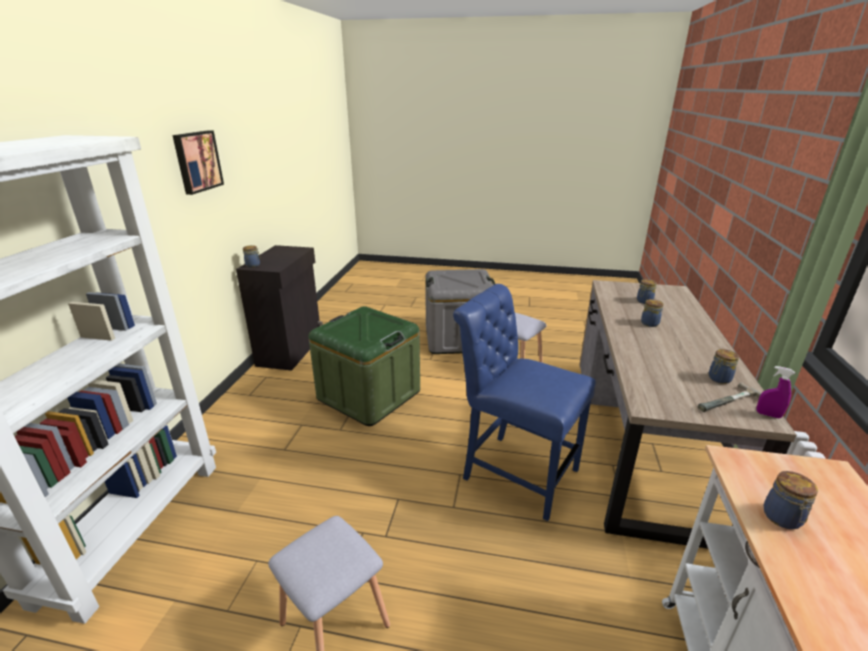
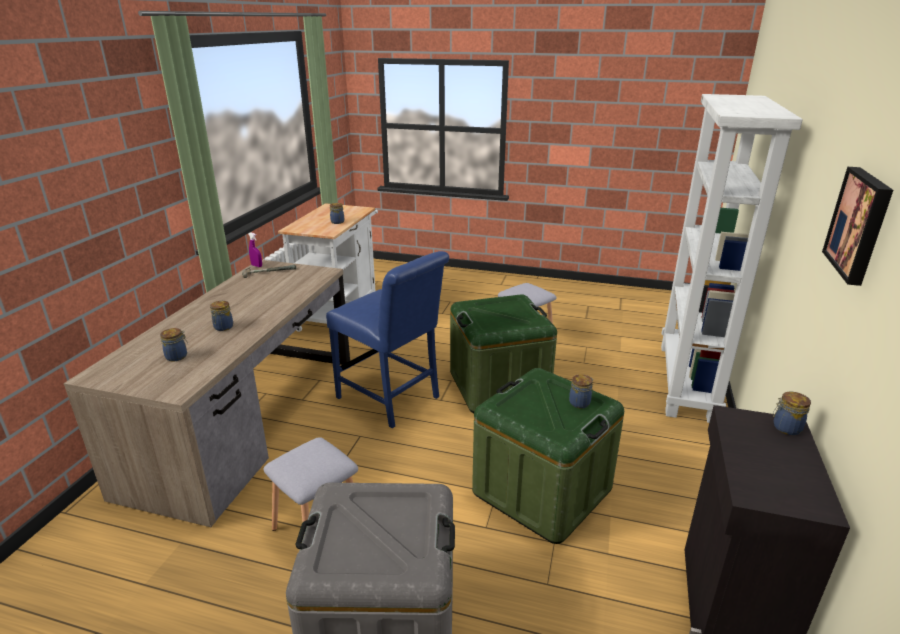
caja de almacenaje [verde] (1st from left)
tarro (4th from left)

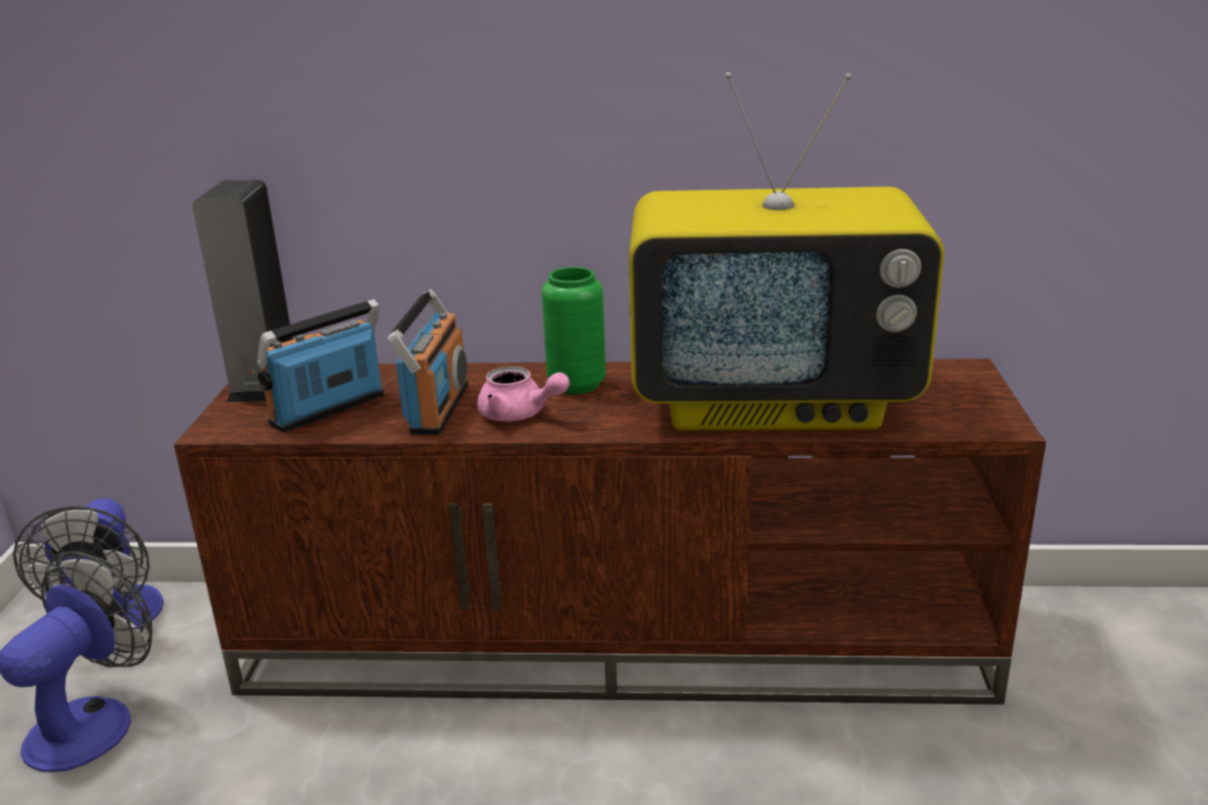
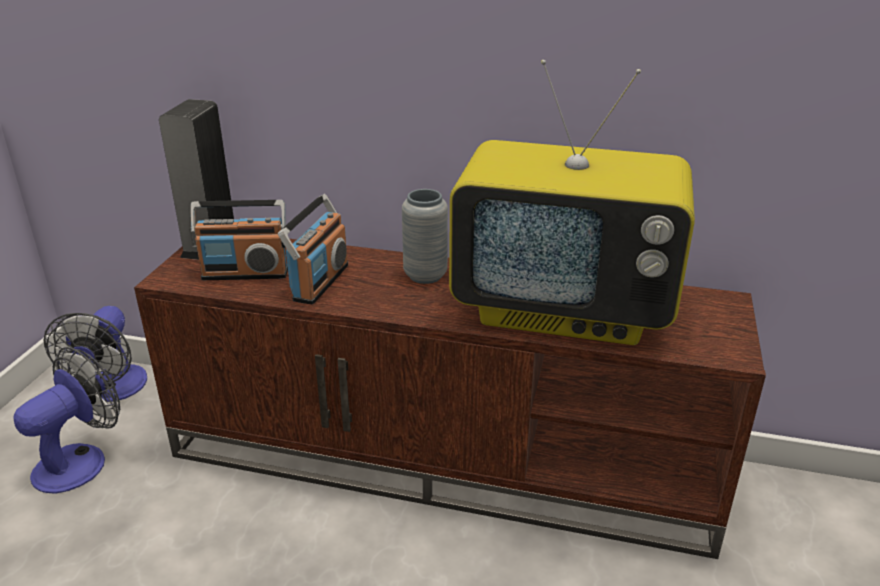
tetera [rosa]
florero [gris]
radio (1st from left)

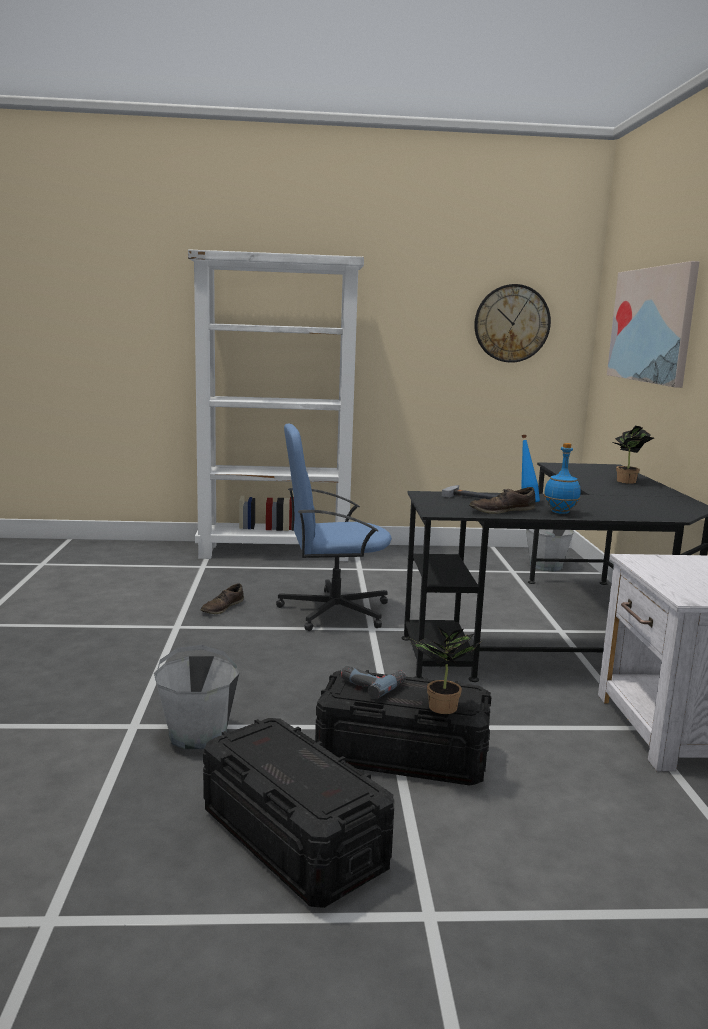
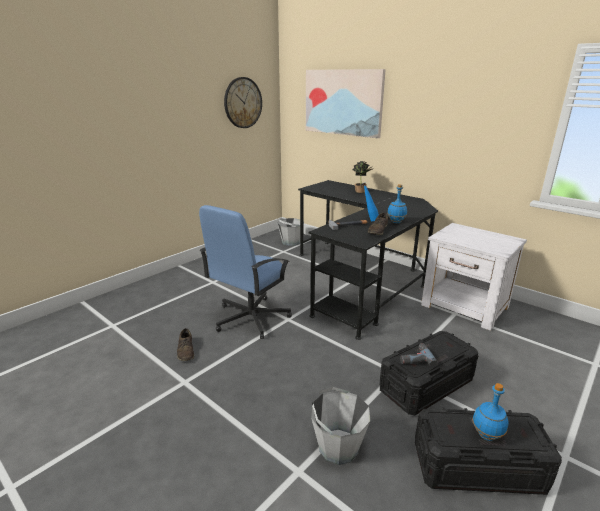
estantería [blanco]
planta en maceta (1st from left in the first image)
botella [azul] (3rd from left)

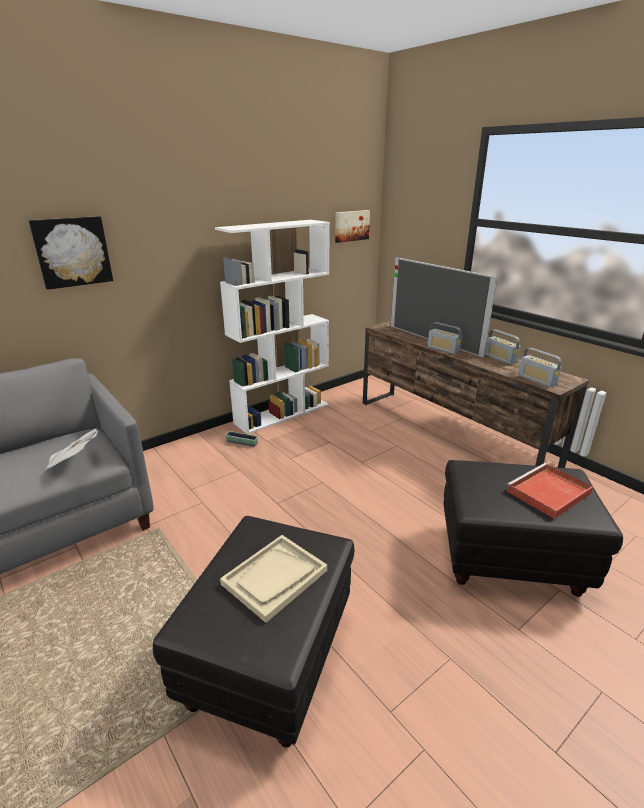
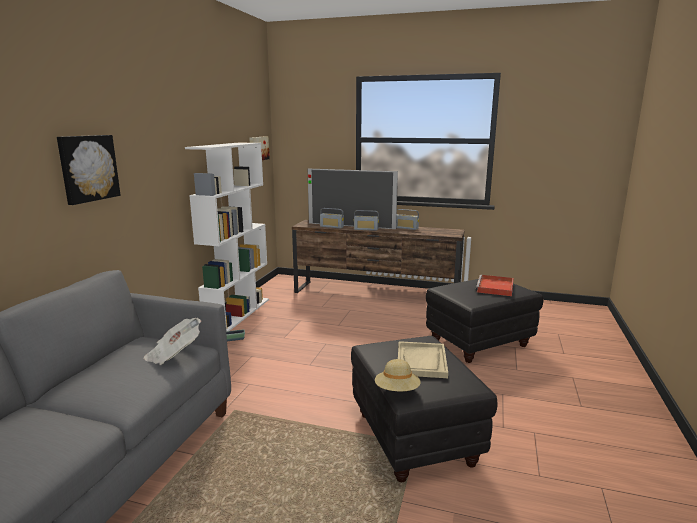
sombrero [beis]
radio (1st from left)

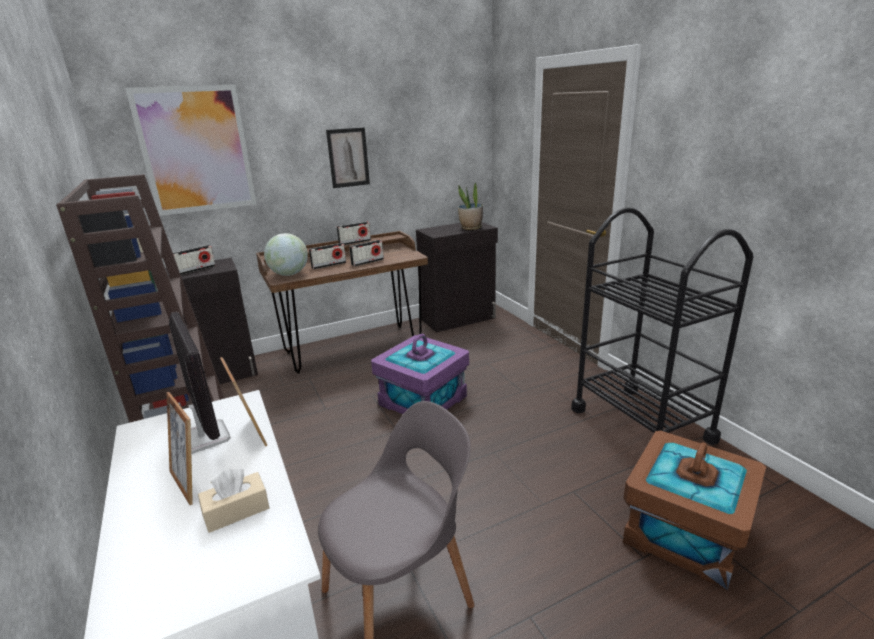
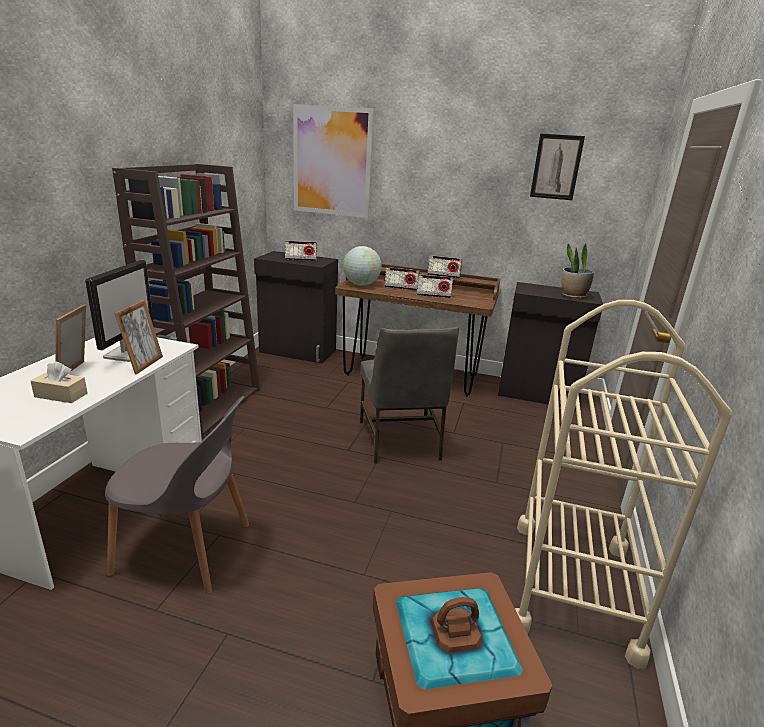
cuadro (2nd from left)
silla [gris] (2nd from left)
carrito [beis]

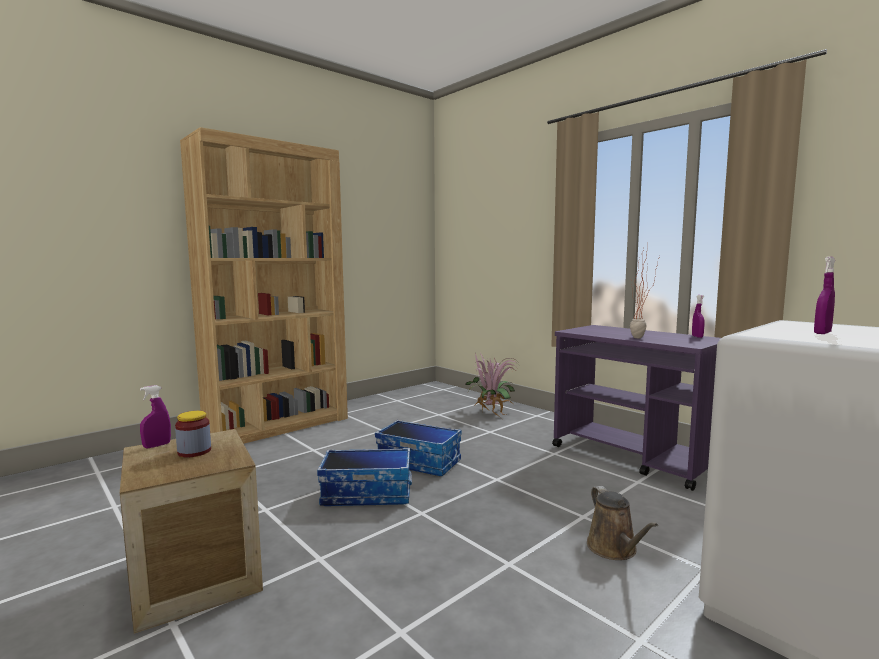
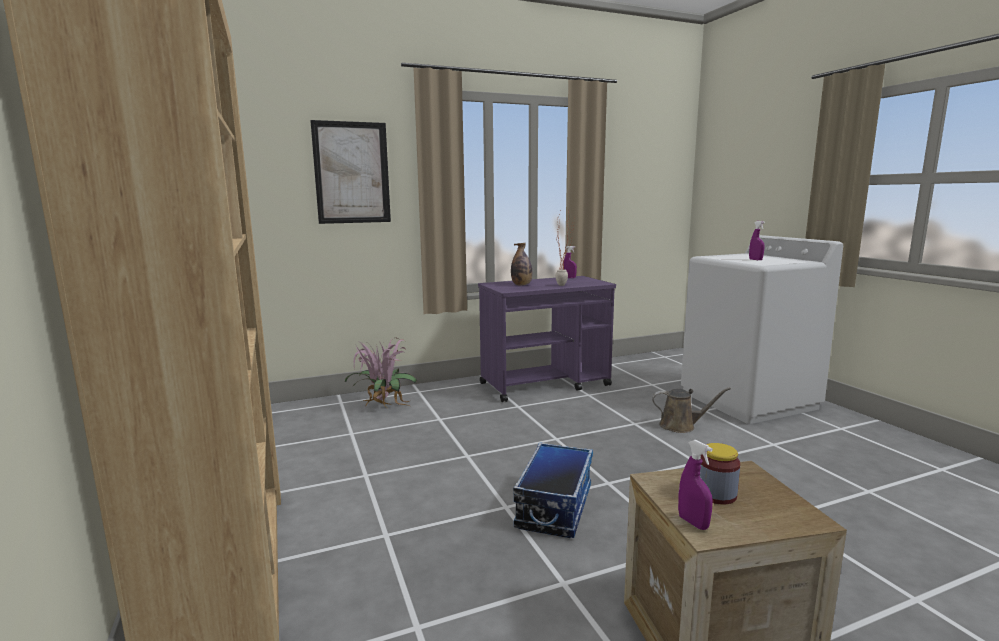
caja de almacenaje (2nd from left in the first image)
cuadro
botella

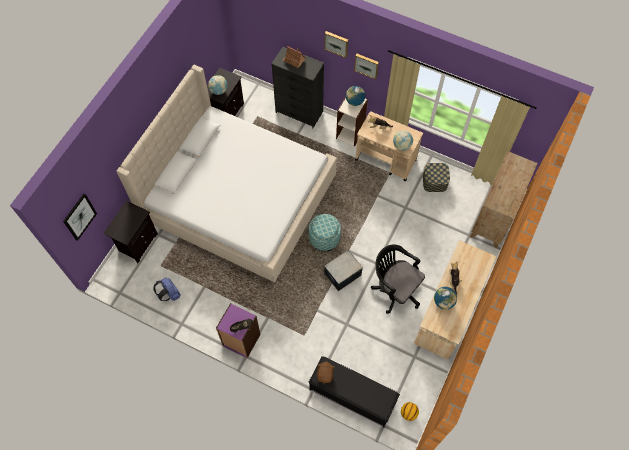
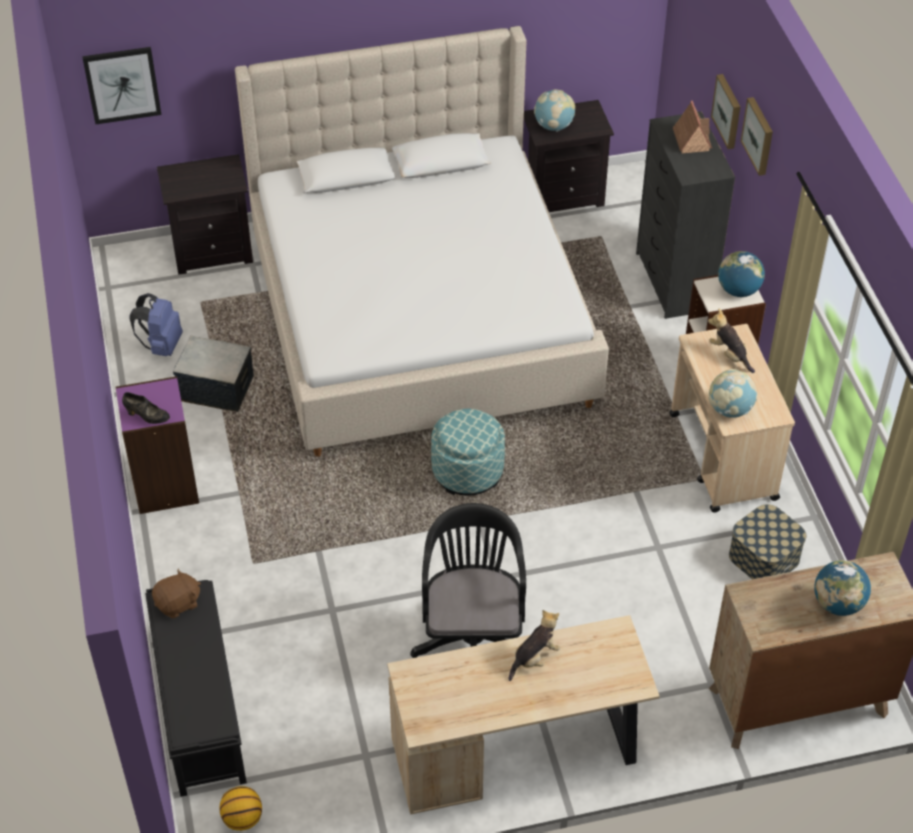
caja de almacenaje (1st from left)
cuadro (2nd from left)
globo terráqueo (4th from left)

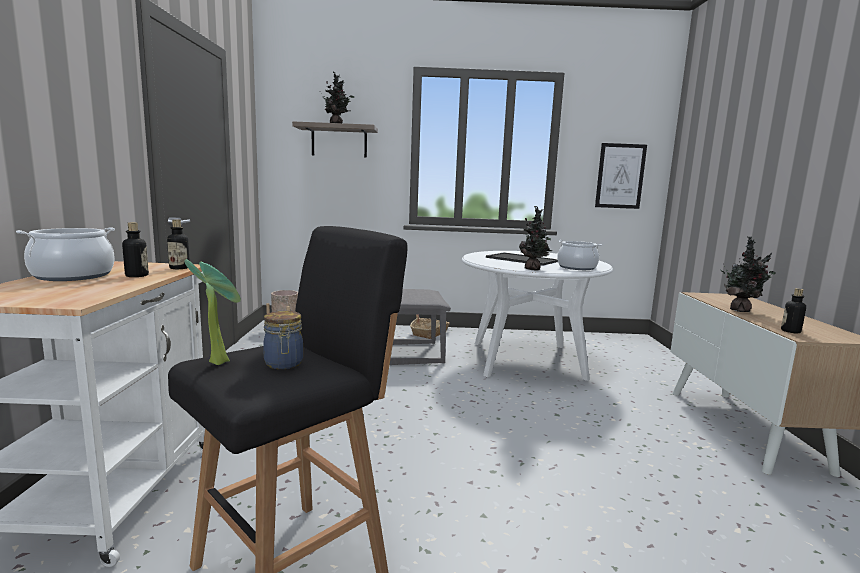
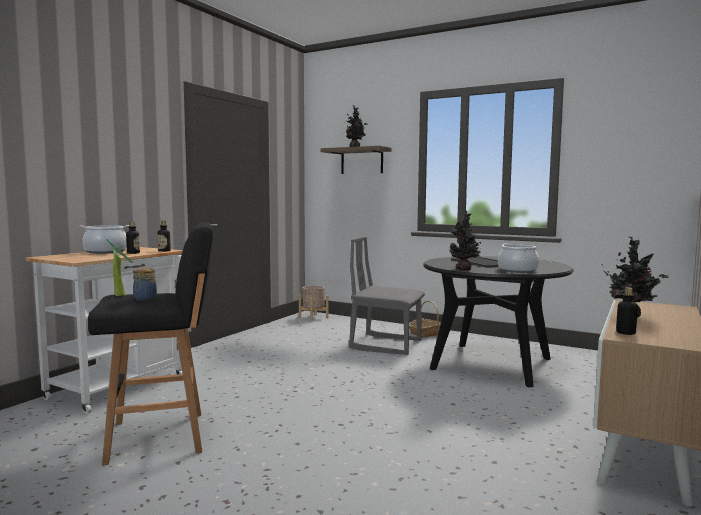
cuadro
mesa de comedor [negro]

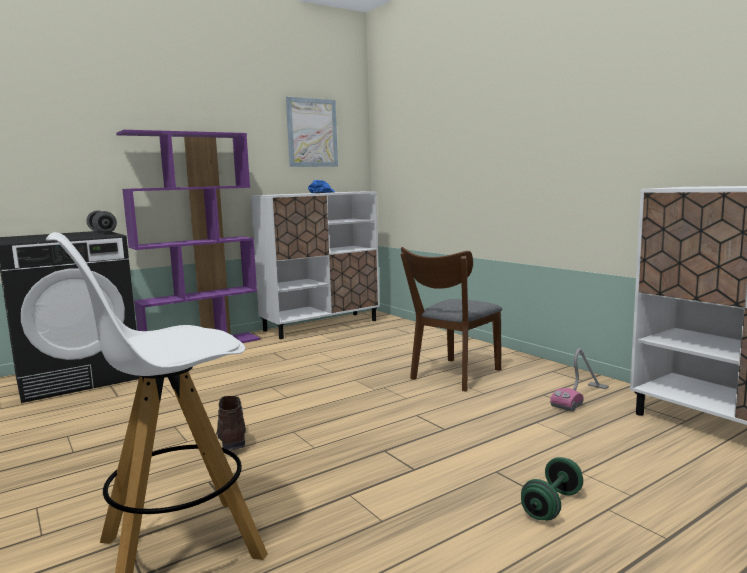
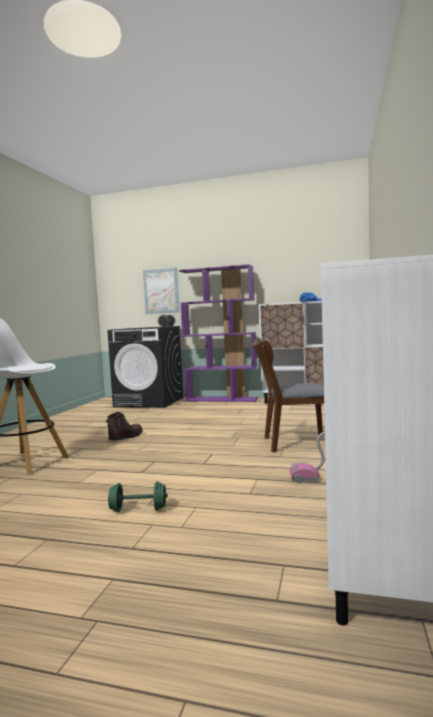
cuadro

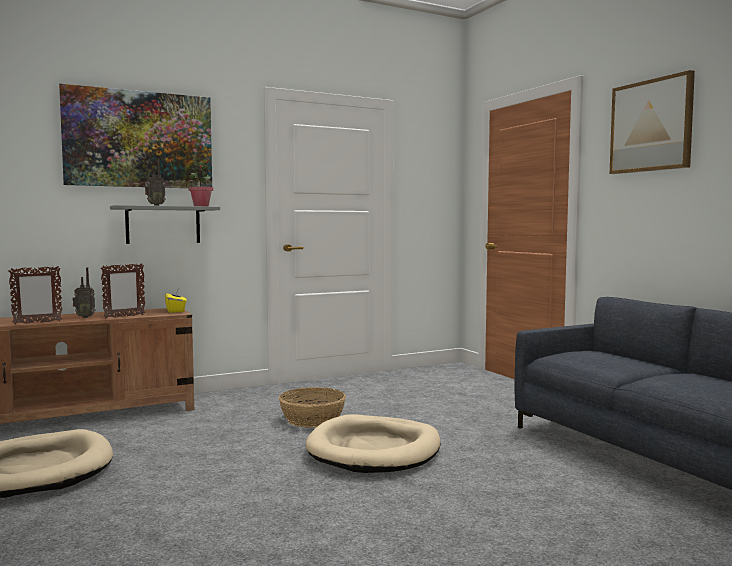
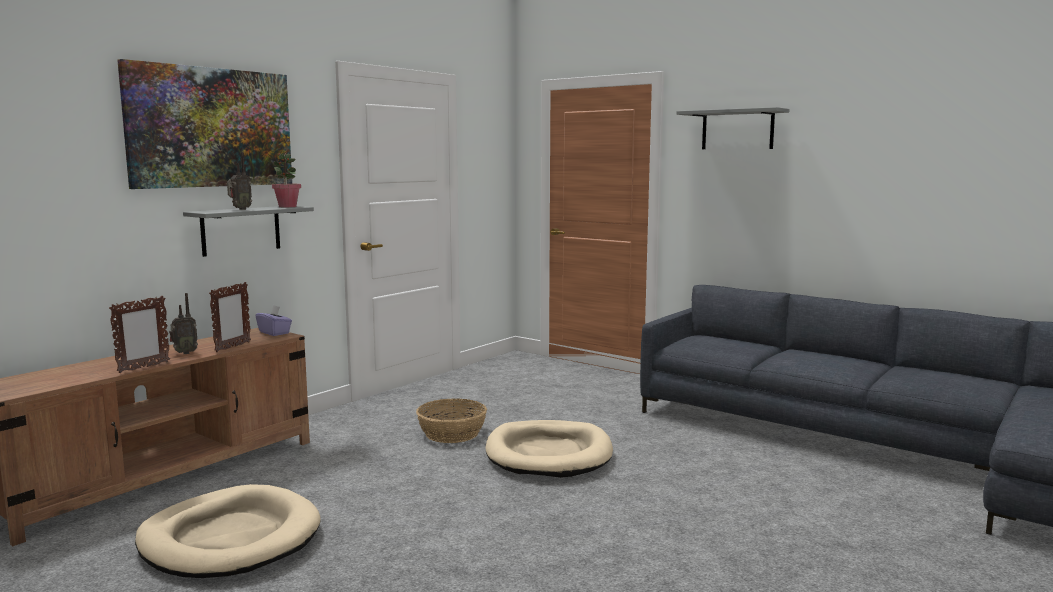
estante [gris] (2nd from left)
caja de pañuelos [morado]

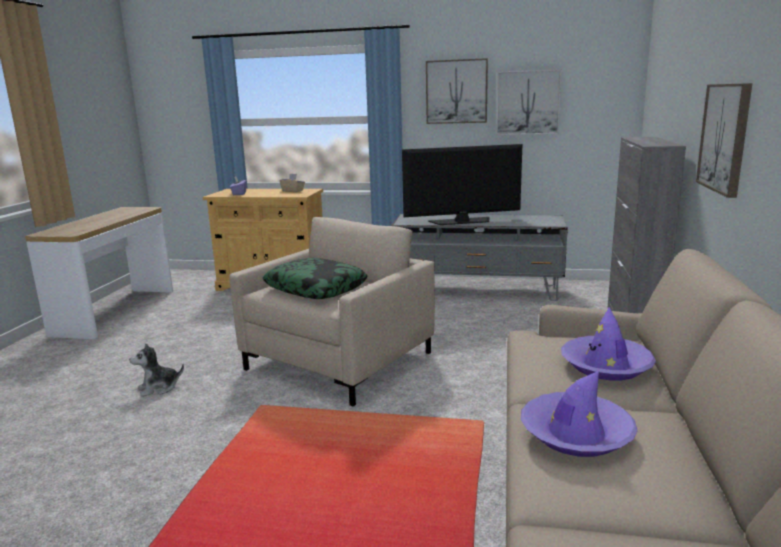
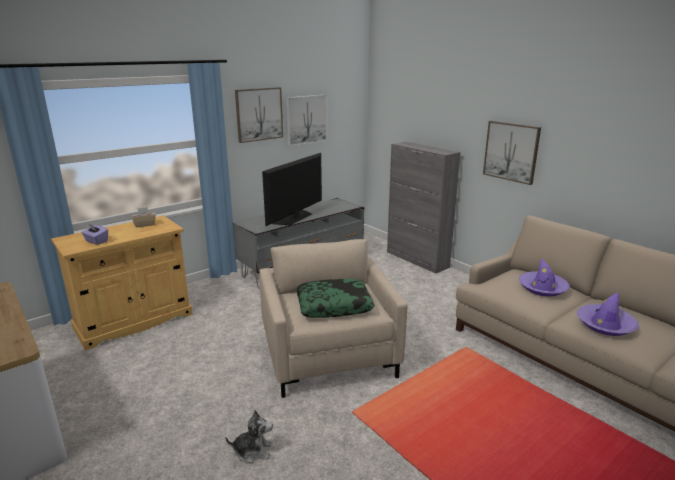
peluche

